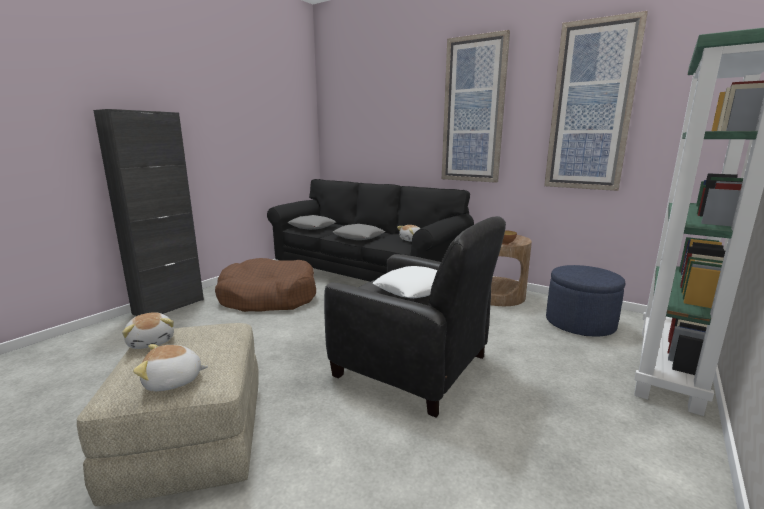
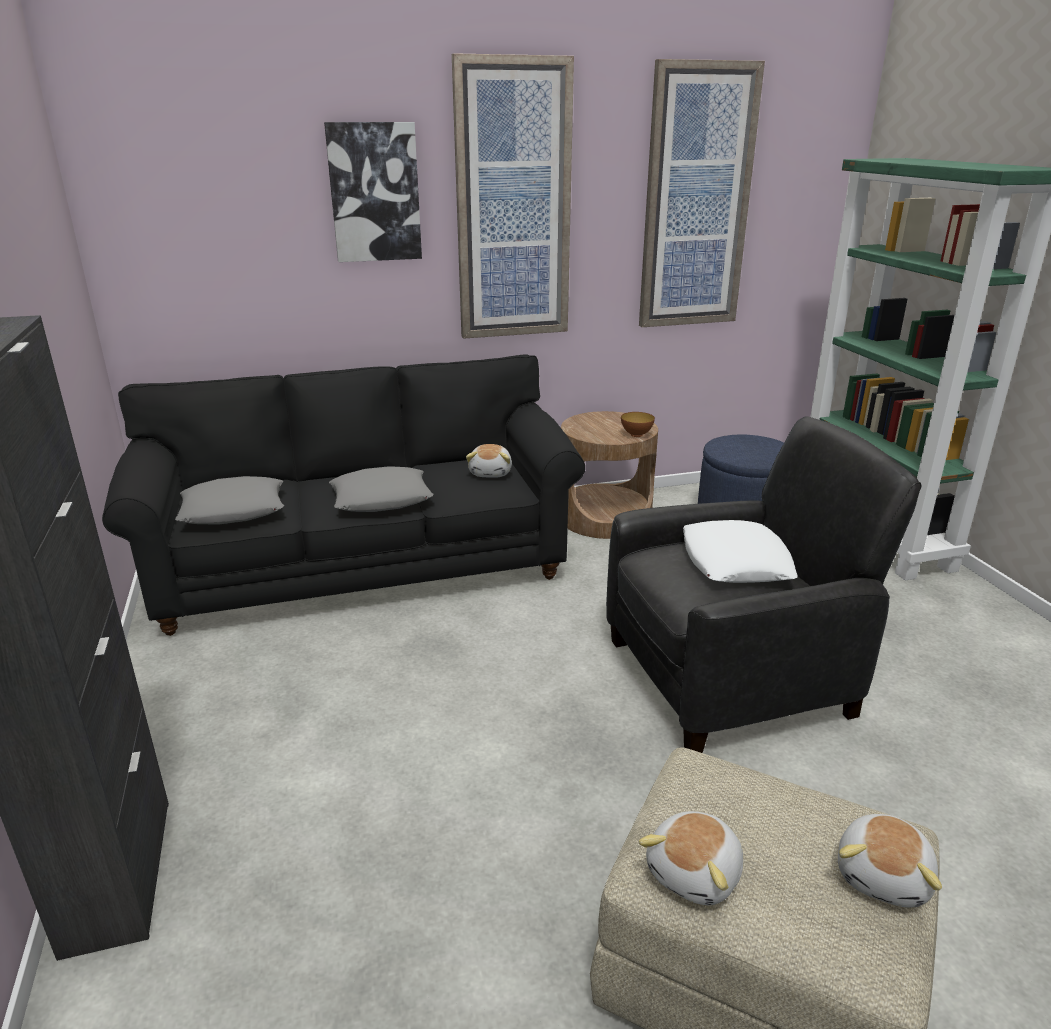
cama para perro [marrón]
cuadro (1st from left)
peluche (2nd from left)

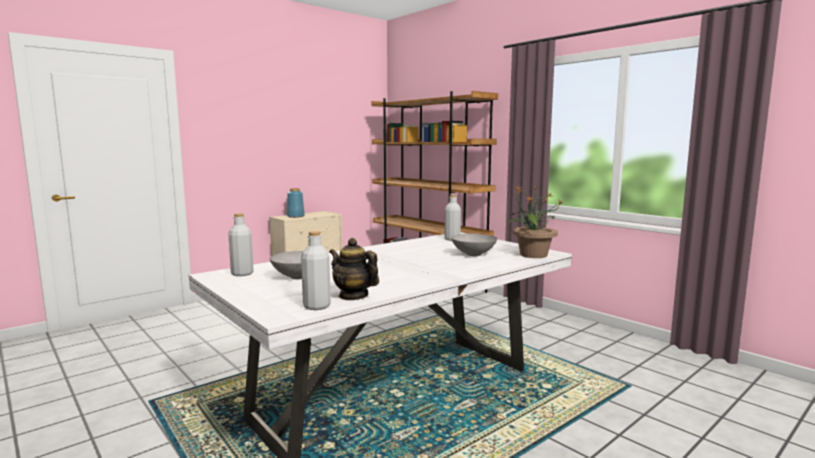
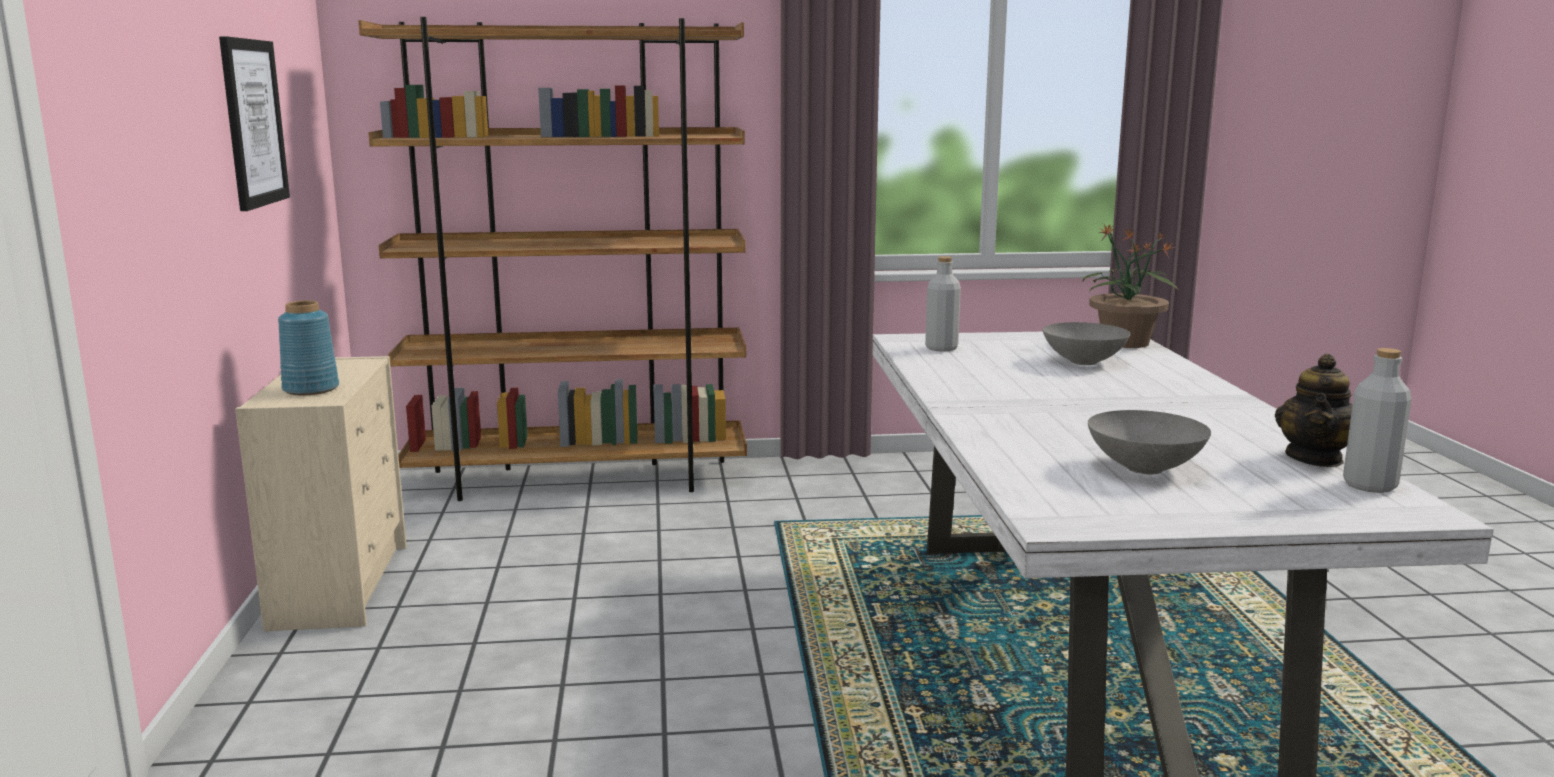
botella [gris] (1st from left in the first image)
cuadro
tetera

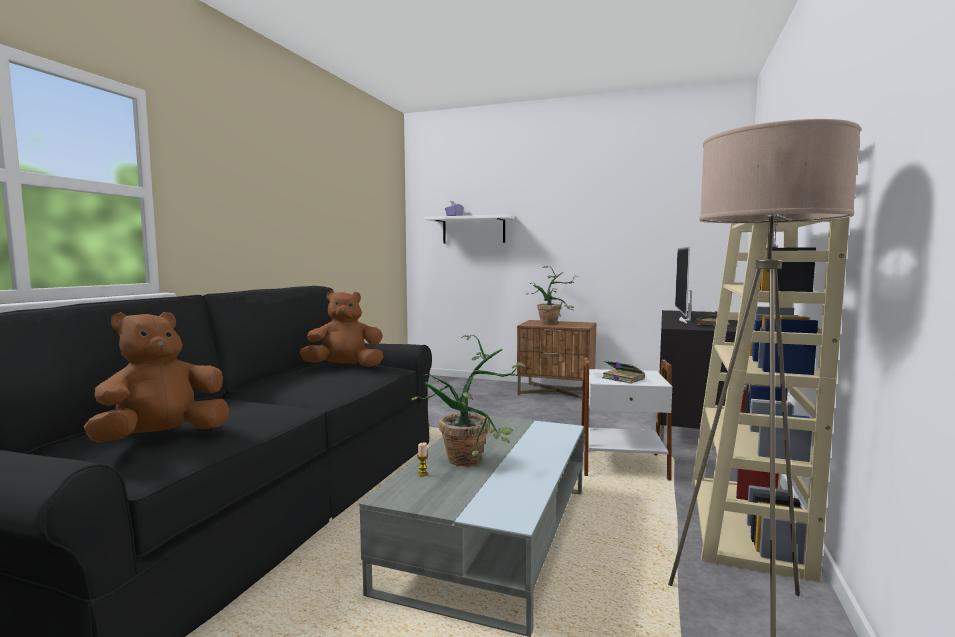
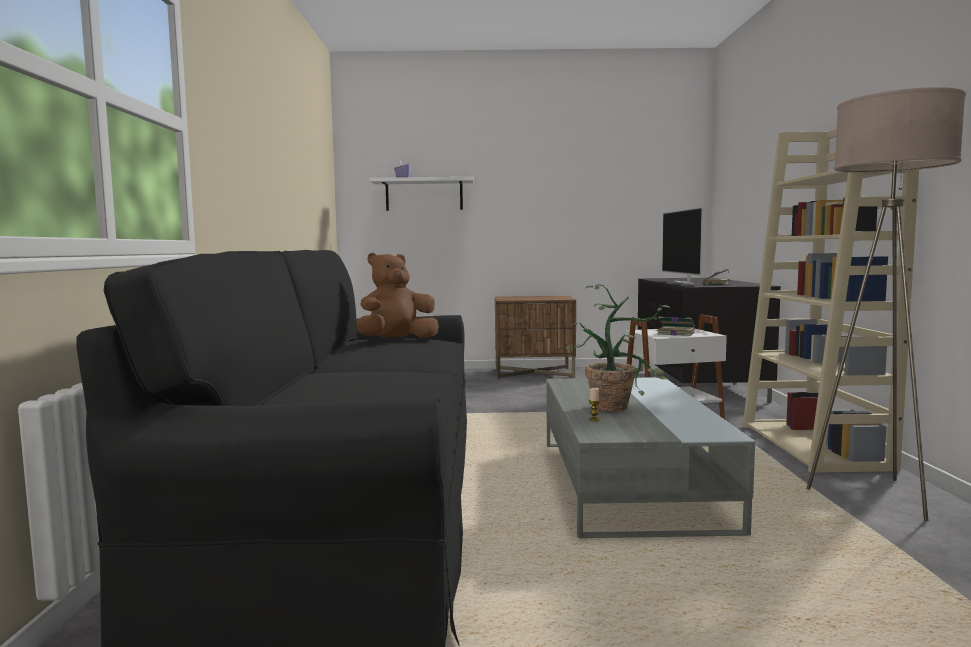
peluche [marrón] (1st from left in the first image)
planta en maceta (2nd from left in the first image)

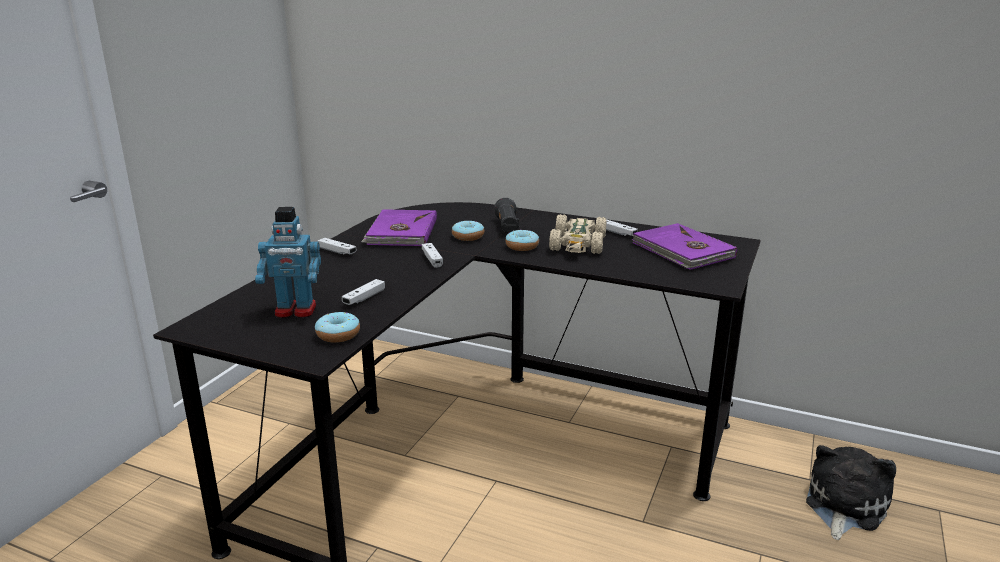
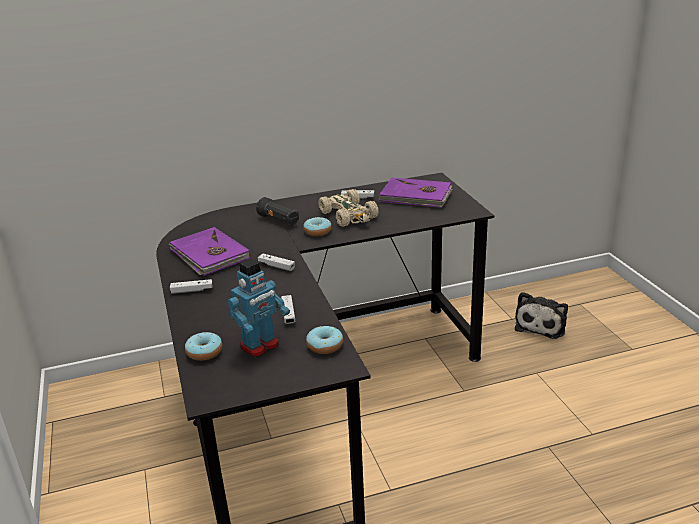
rosquilla (1st from left)
peluche

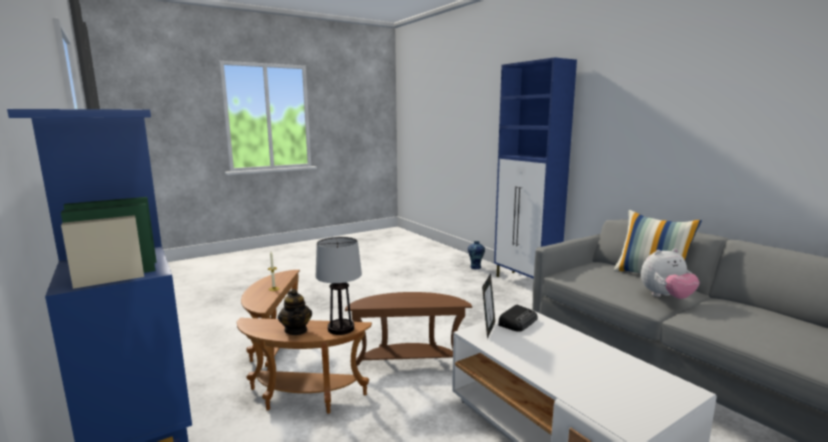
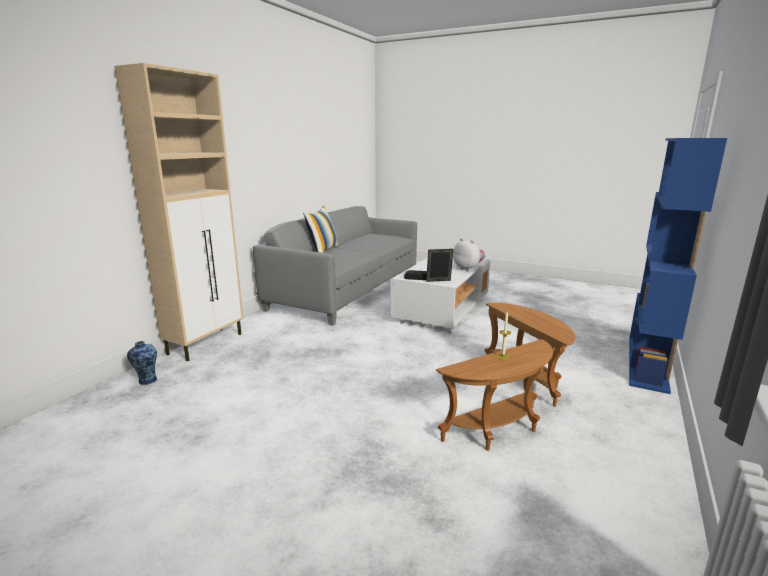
tetera
lámpara de mesa
mesa auxiliar [marrón] (3rd from left in the first image)
peluche
armario [beis]

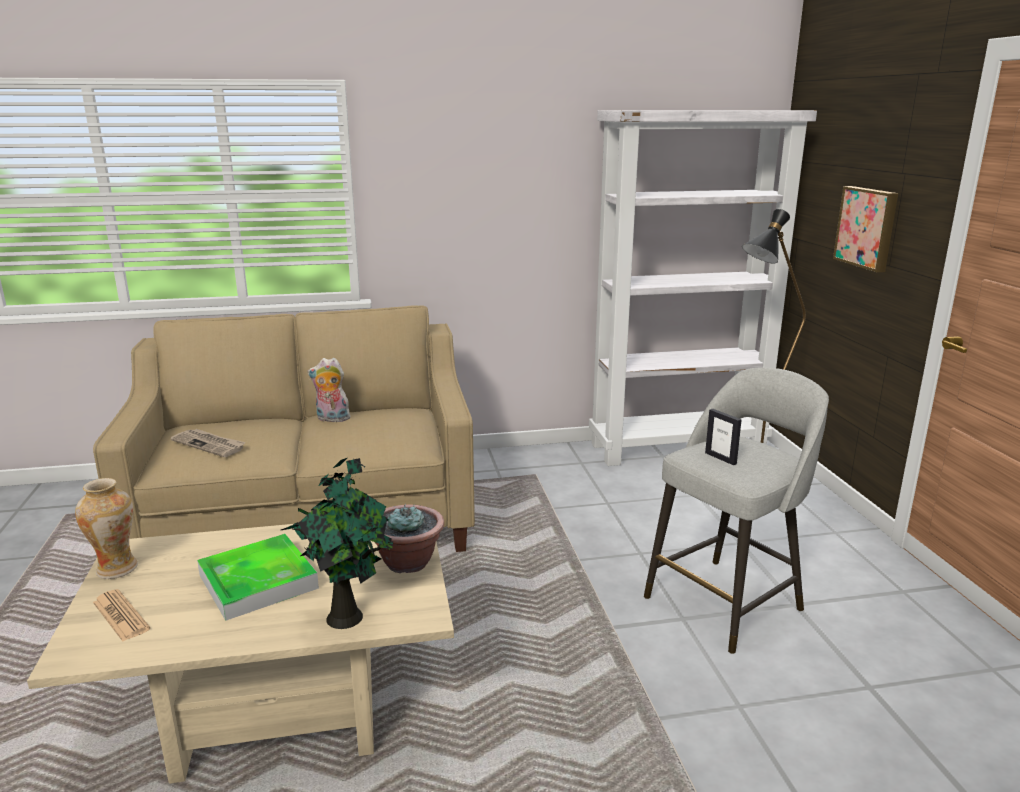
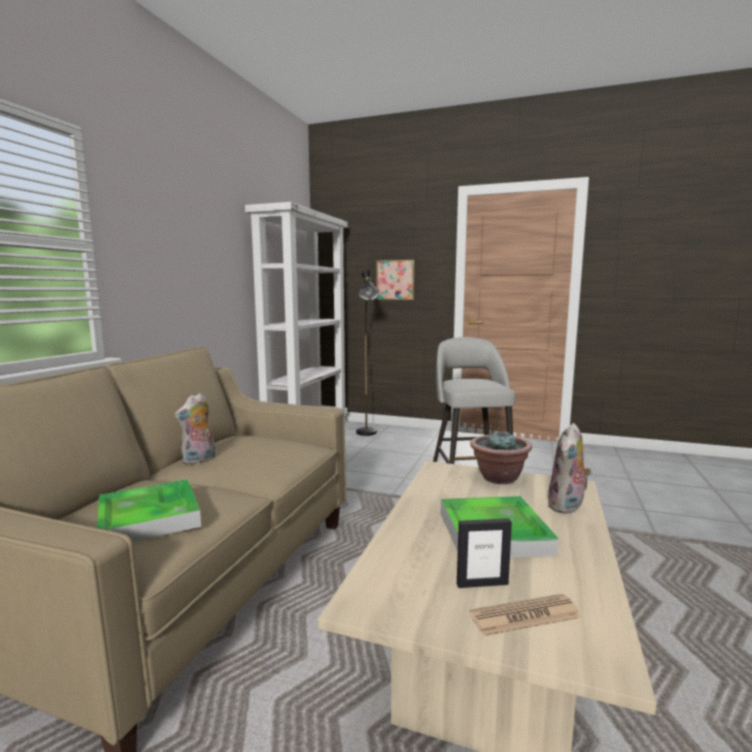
florero
portarretratos
bandeja (1st from left)
peluche (2nd from left)

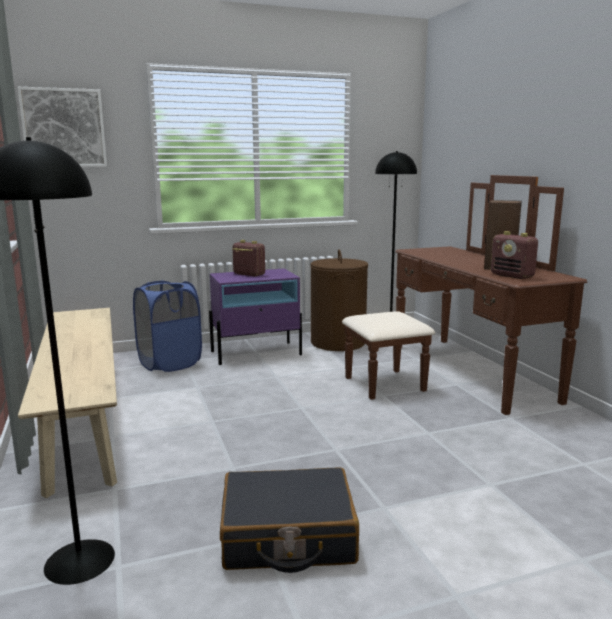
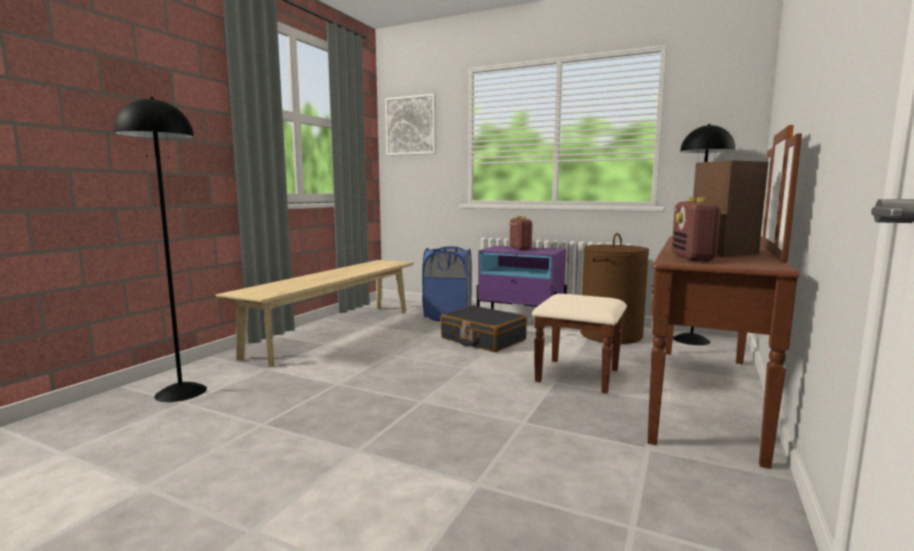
maleta [negro]

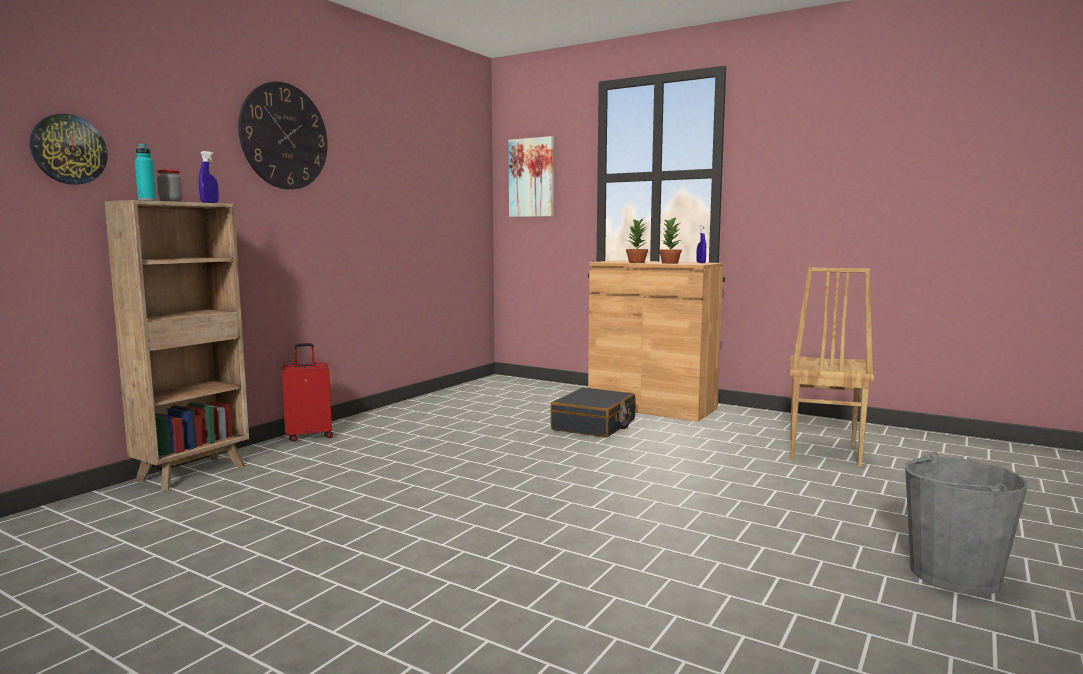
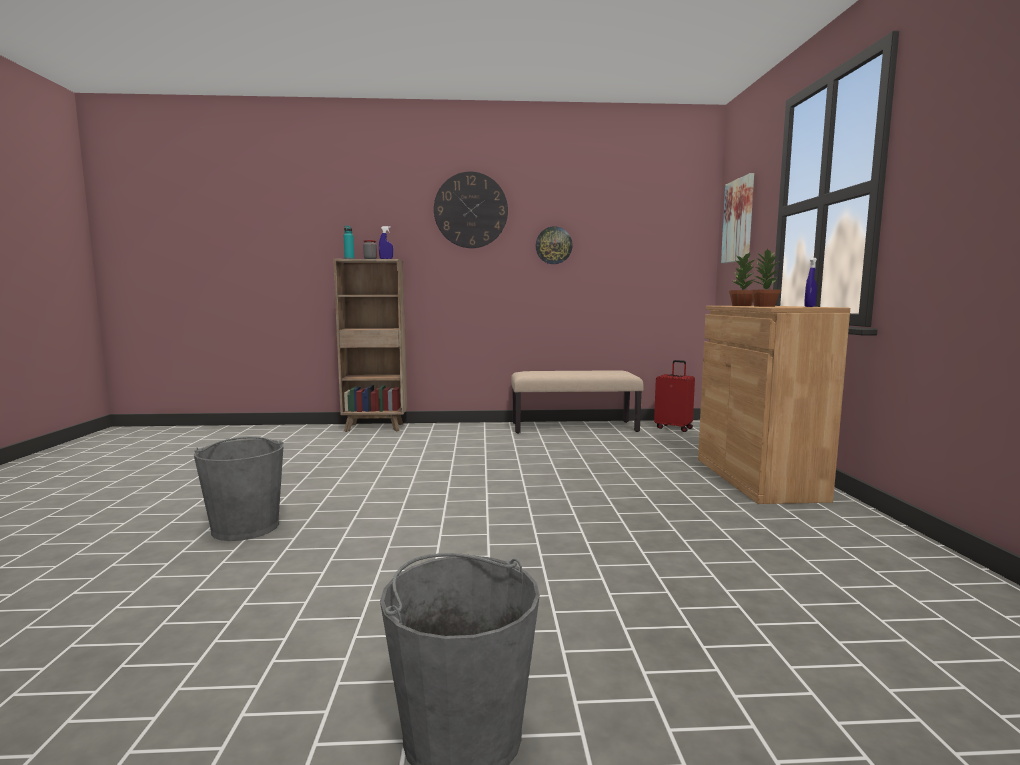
maleta [negro]
silla [marrón]
cubo [gris] (1st from left)
banco [beis]
reloj de pared (2nd from left)
maleta [rojo]

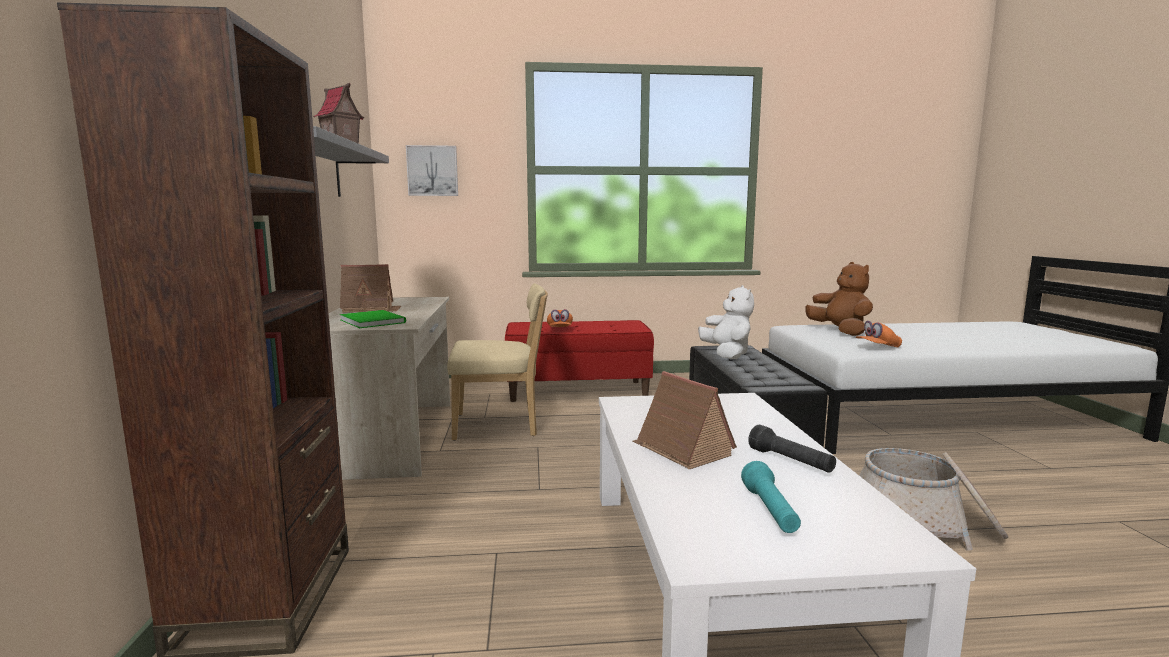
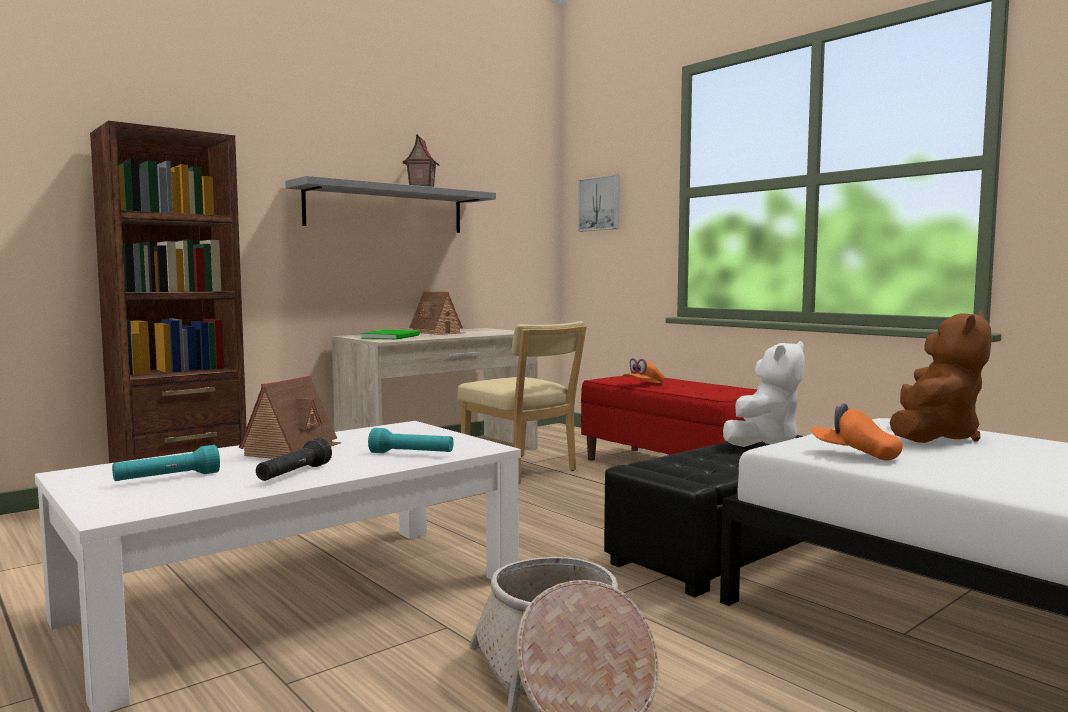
linterna [turquesa] (2nd from left)

